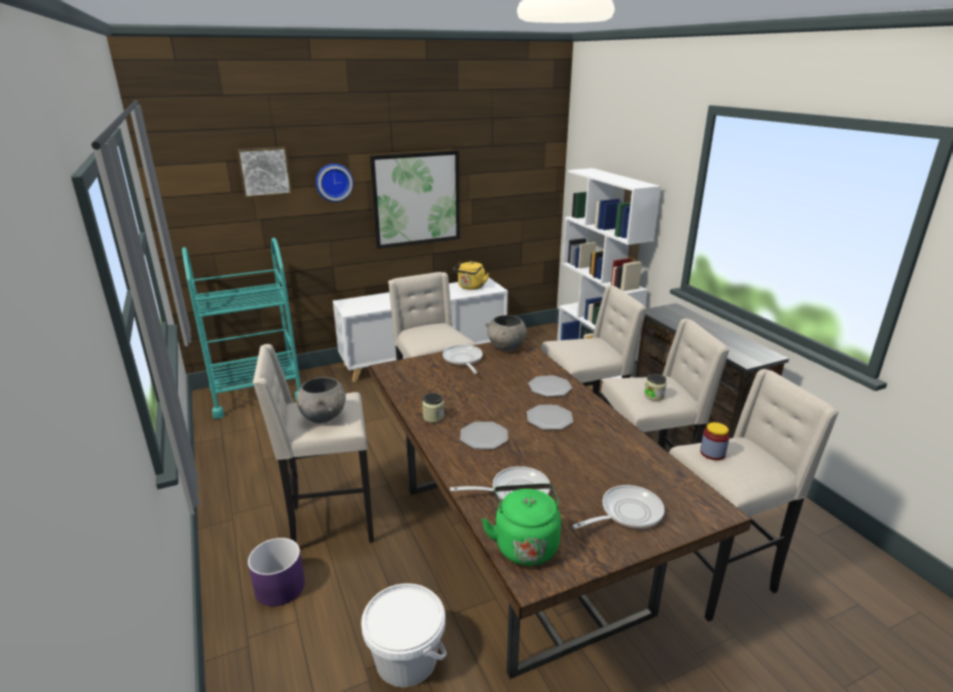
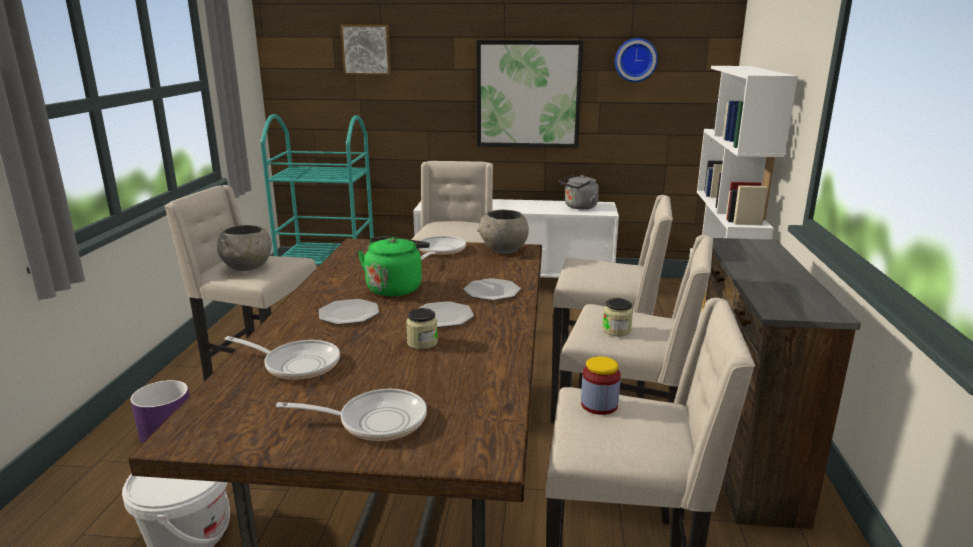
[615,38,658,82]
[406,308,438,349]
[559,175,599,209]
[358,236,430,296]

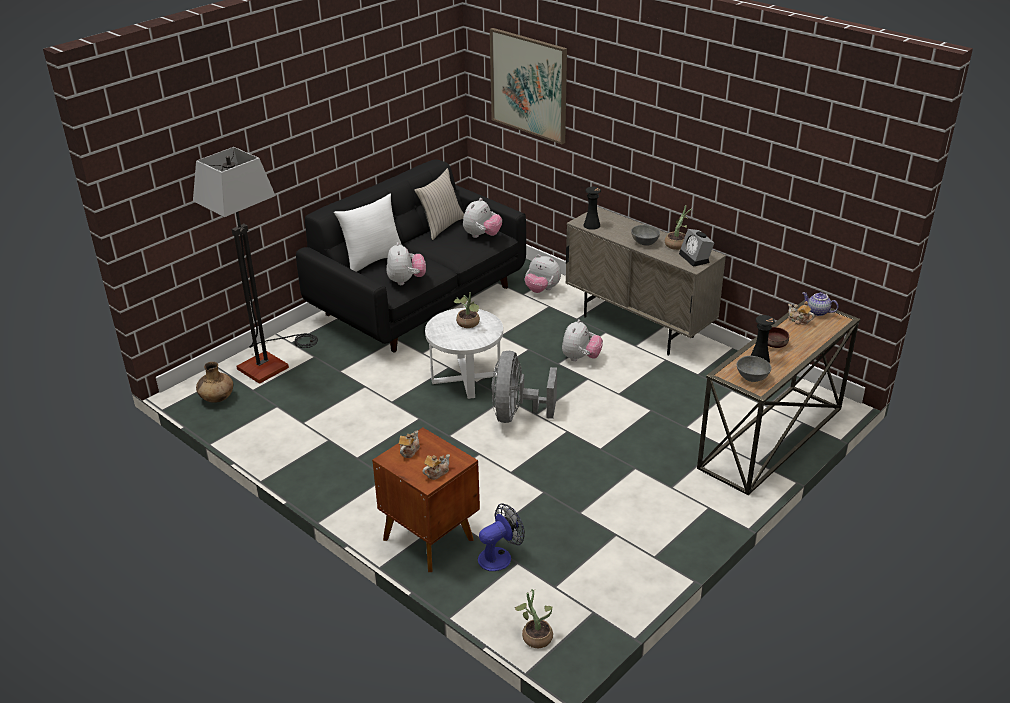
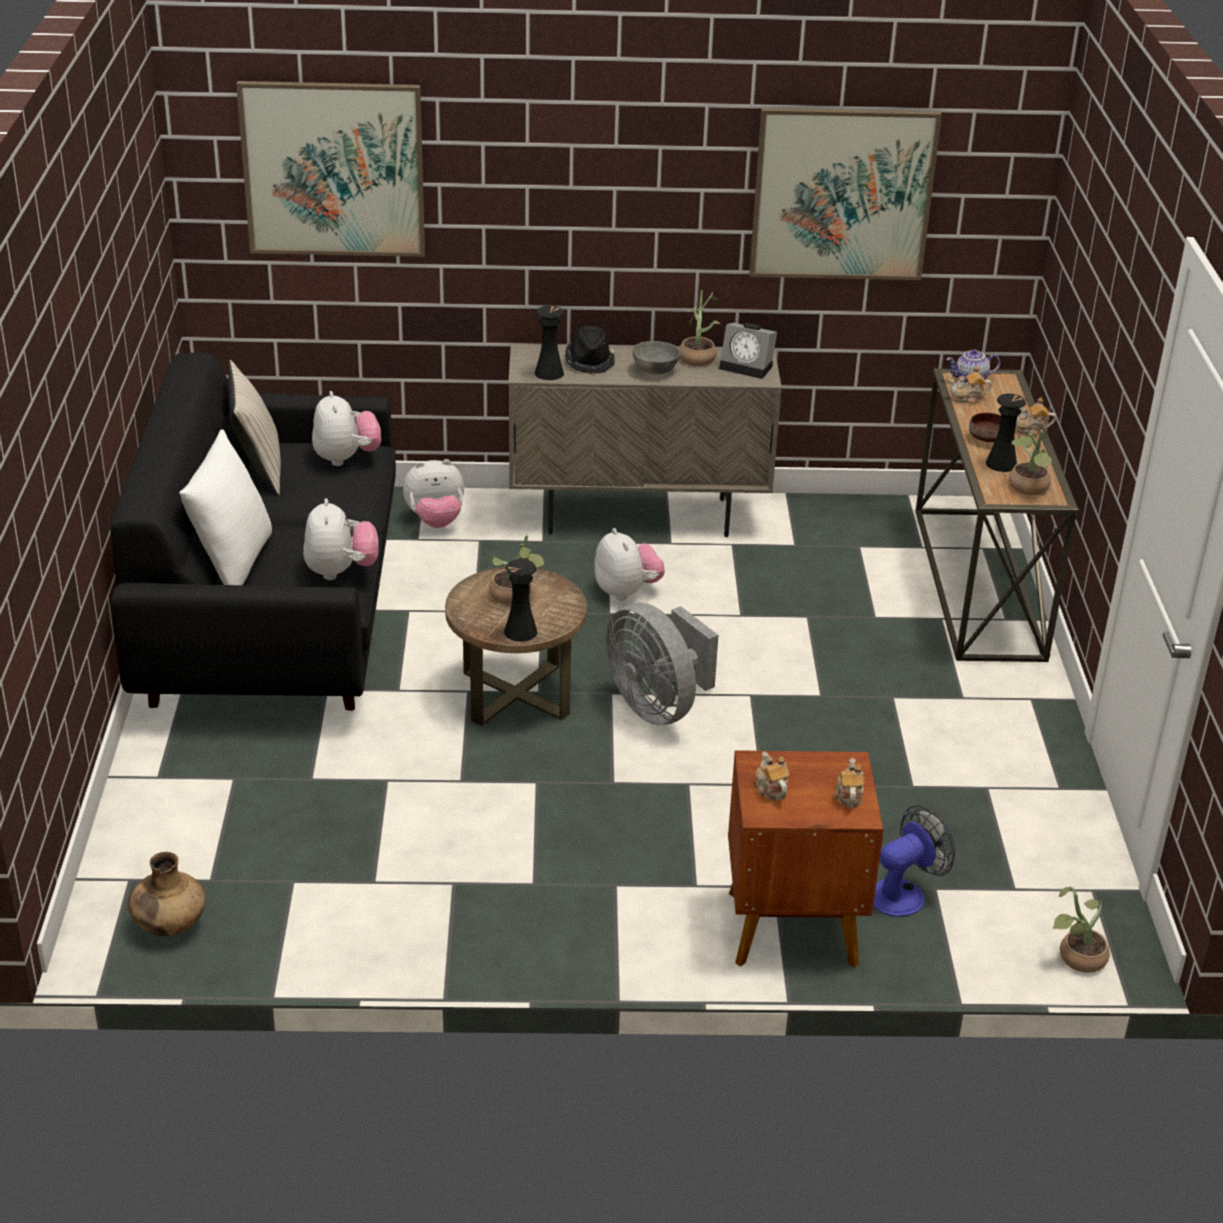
[193,147,318,384] (first image)
[303,498,379,580]
[445,567,587,726]
[873,805,955,917]
[1009,430,1052,495]
[504,559,537,642]
[565,326,615,374]
[749,108,942,280]
[1015,397,1056,436]

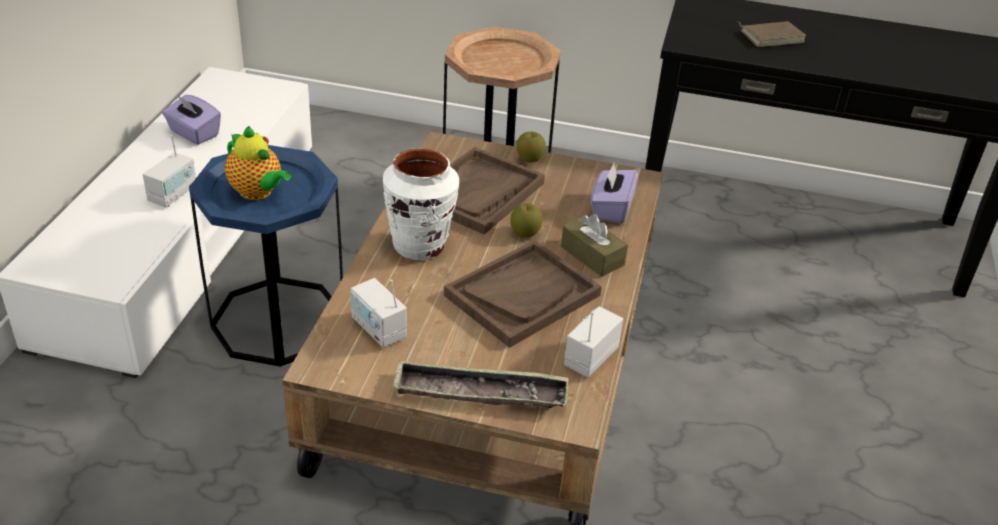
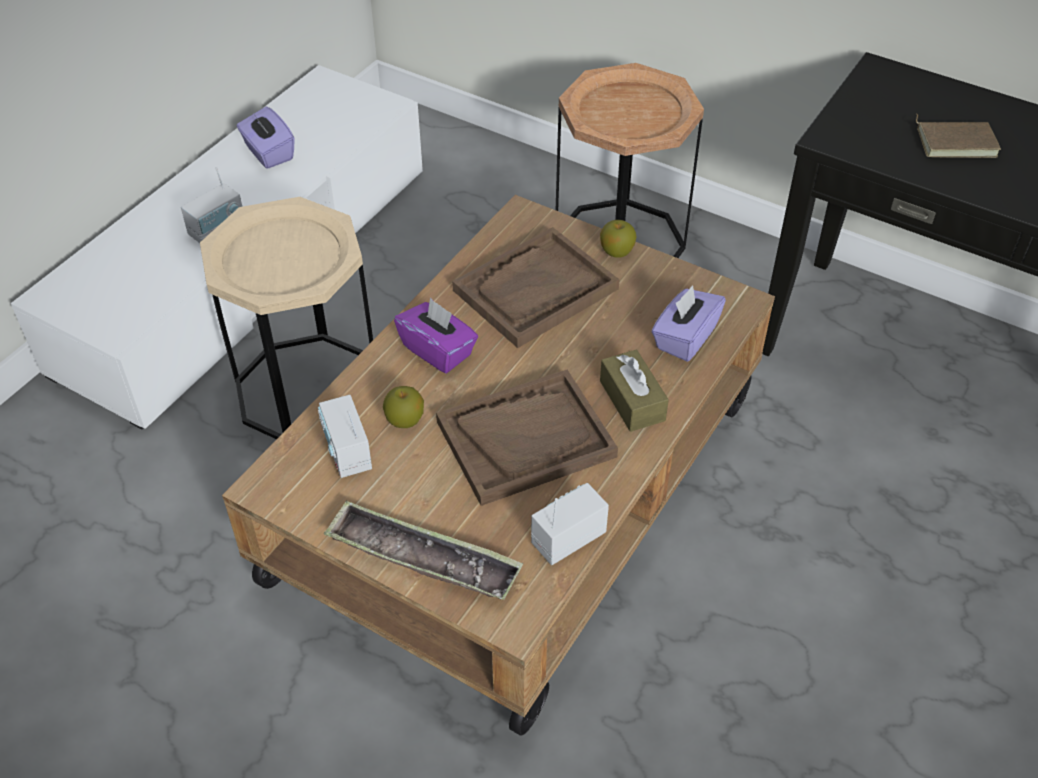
[200,197,373,439]
[225,126,291,200] (first image)
[394,298,478,373]
[383,386,424,428]

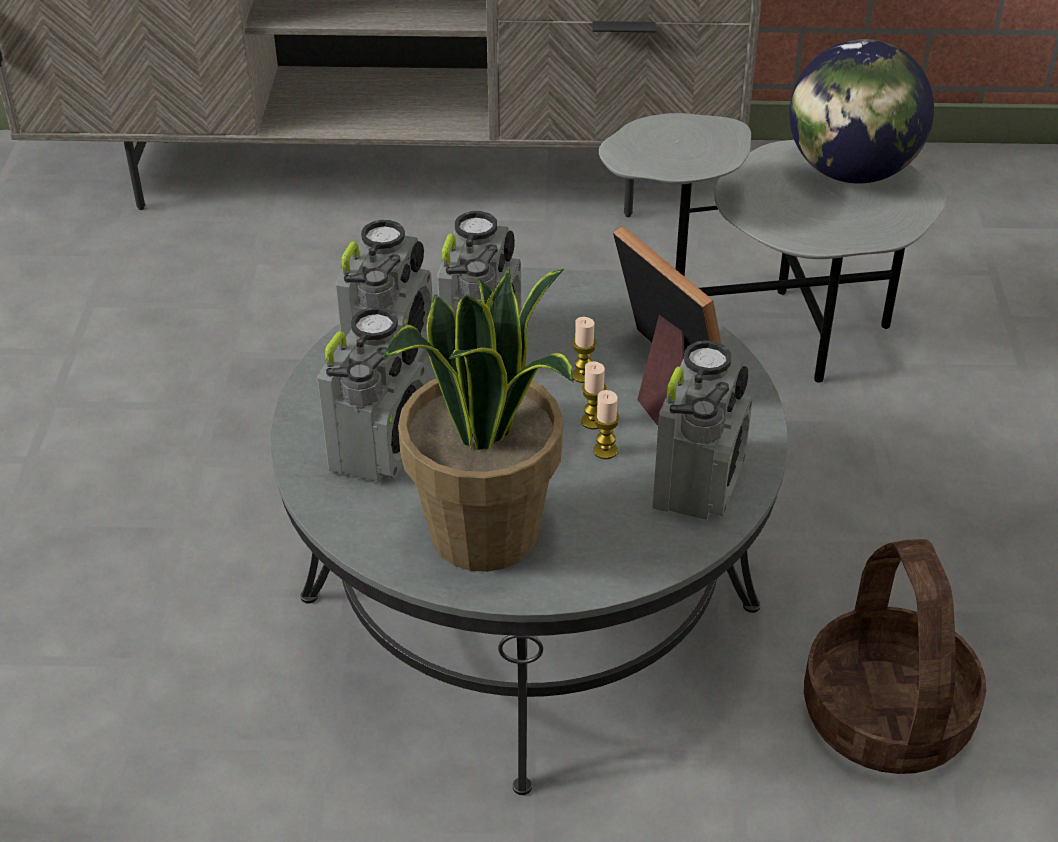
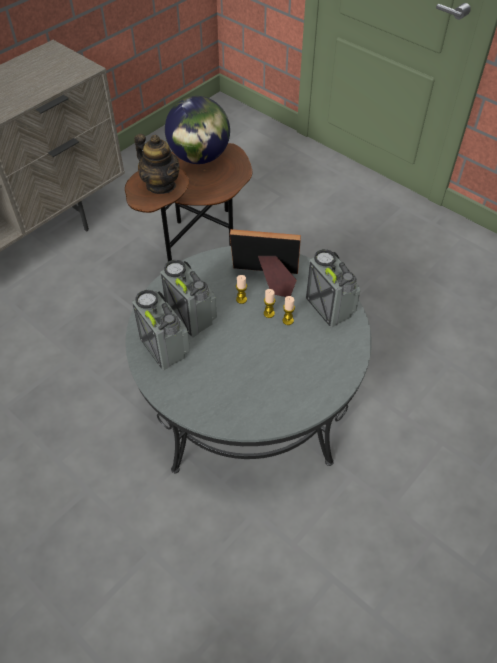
[317,307,427,482] (first image)
[383,267,574,572] (first image)
[125,143,252,261]
[804,539,986,774] (first image)
[134,134,180,194]

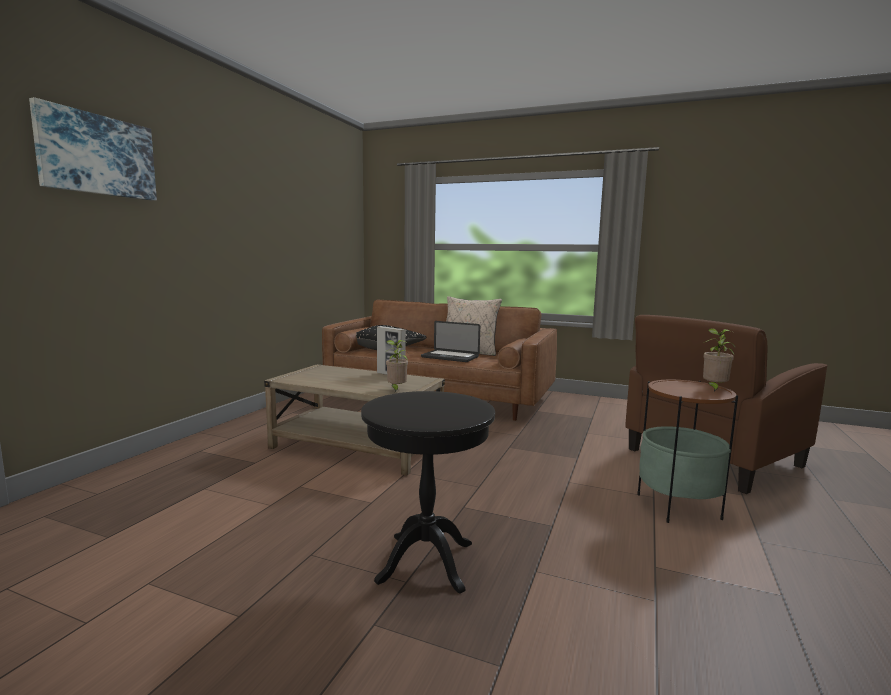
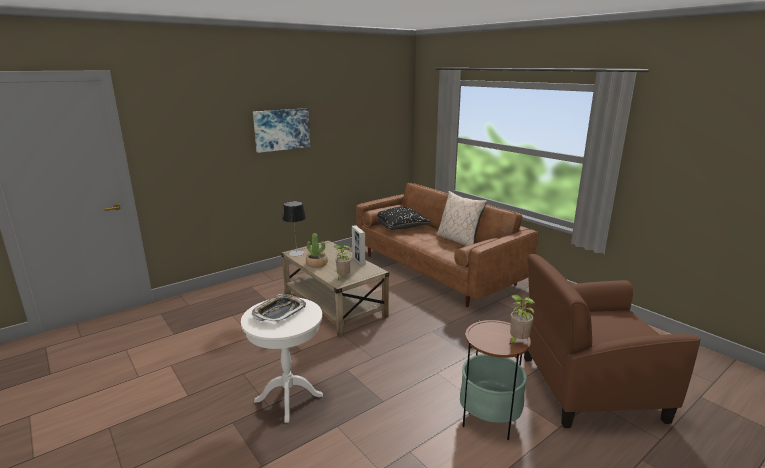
[253,108,310,153]
[241,298,323,423]
[421,321,480,362] (first image)
[252,294,306,323]
[282,201,306,256]
[306,233,328,268]

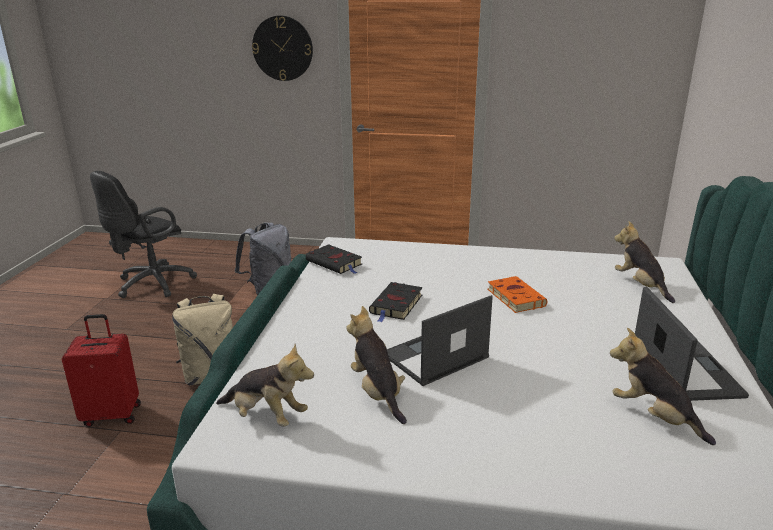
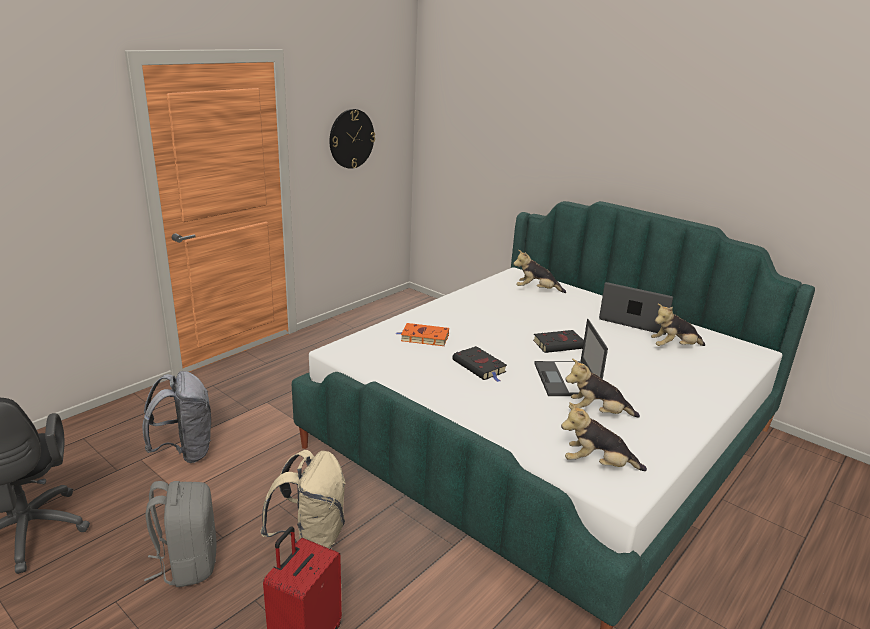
[561,402,647,471]
[330,109,375,169]
[533,330,584,353]
[396,323,449,346]
[144,481,217,587]

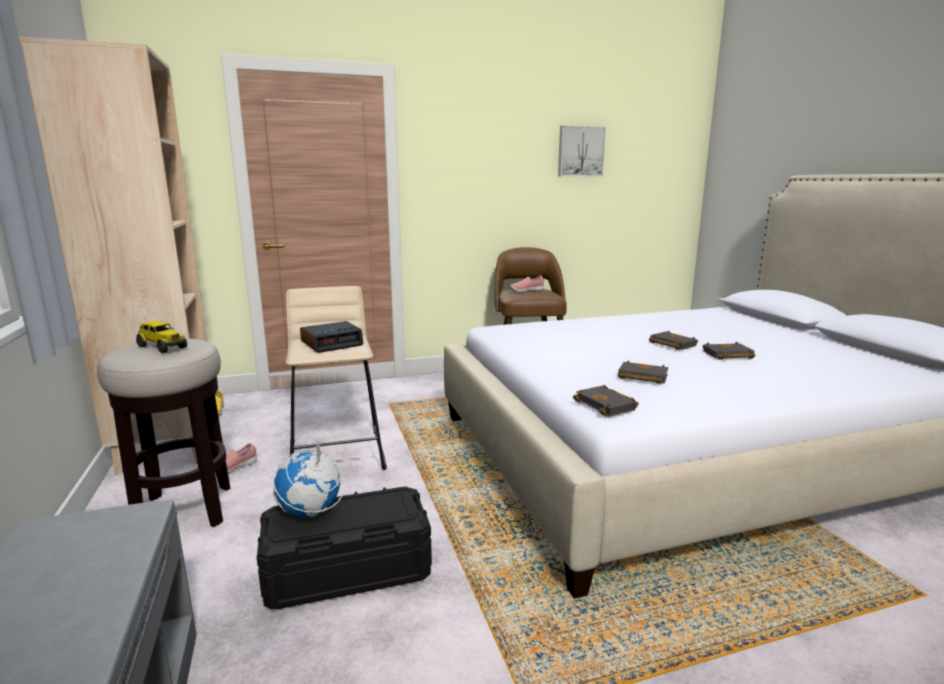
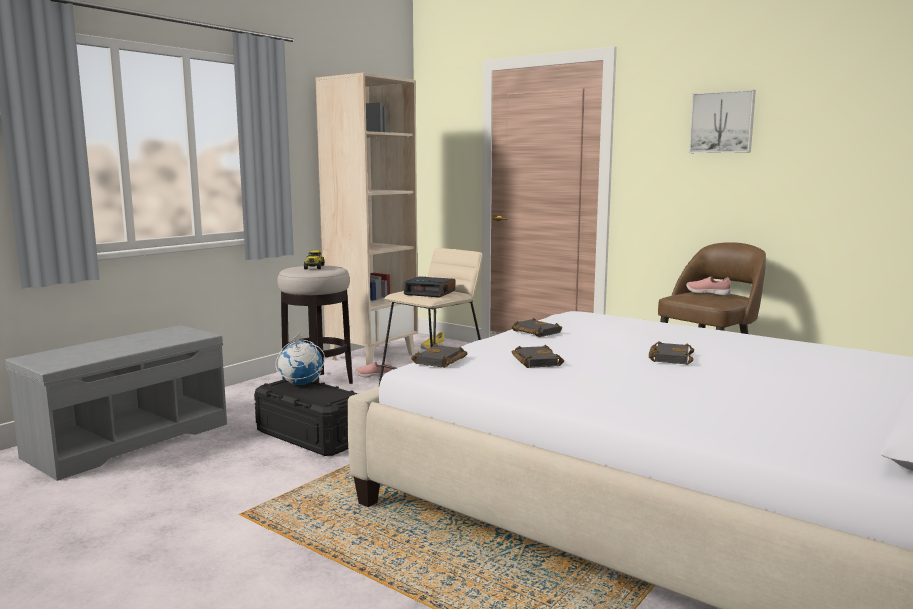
[689,90,756,153]
[511,318,562,337]

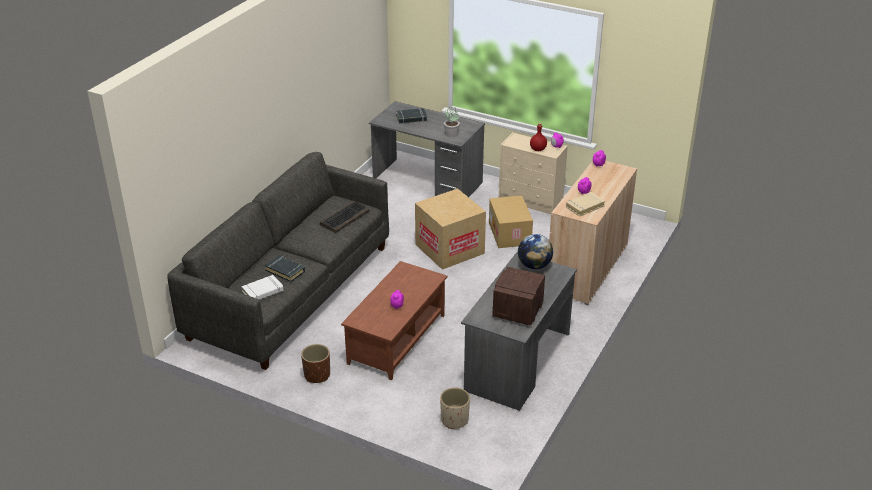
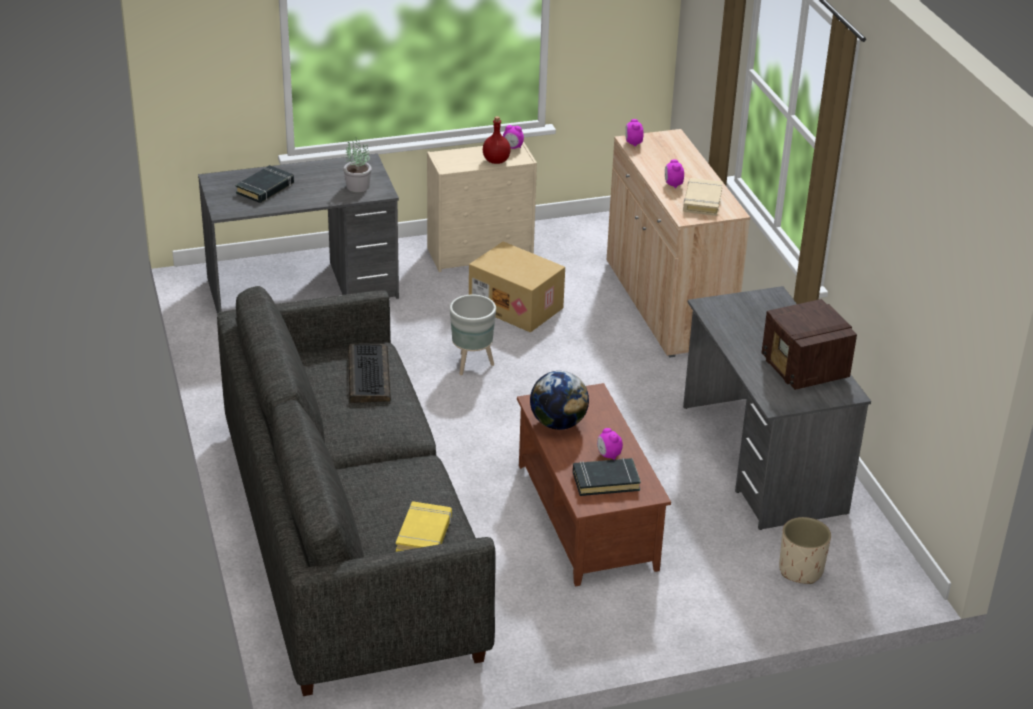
[396,501,452,552]
[573,458,641,496]
[301,344,330,383] (first image)
[450,295,496,375]
[530,371,589,430]

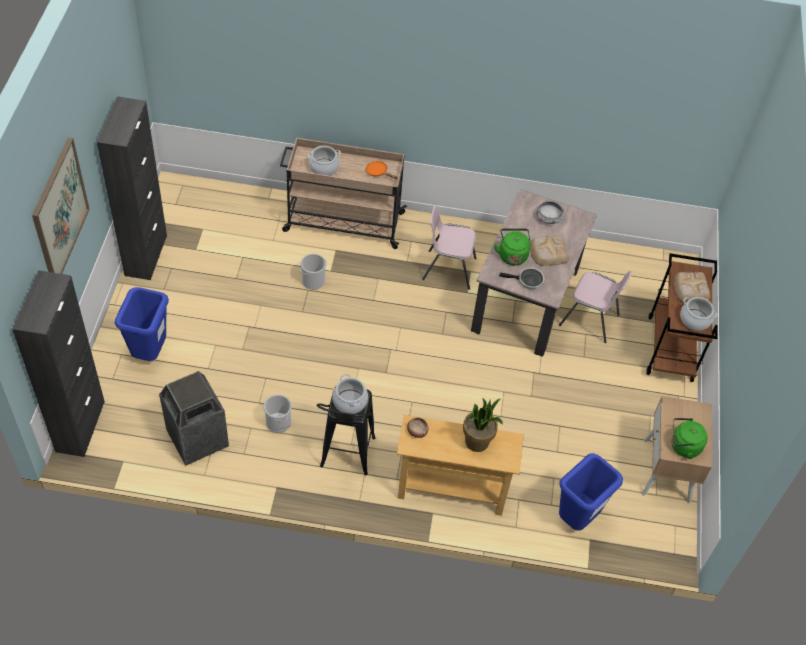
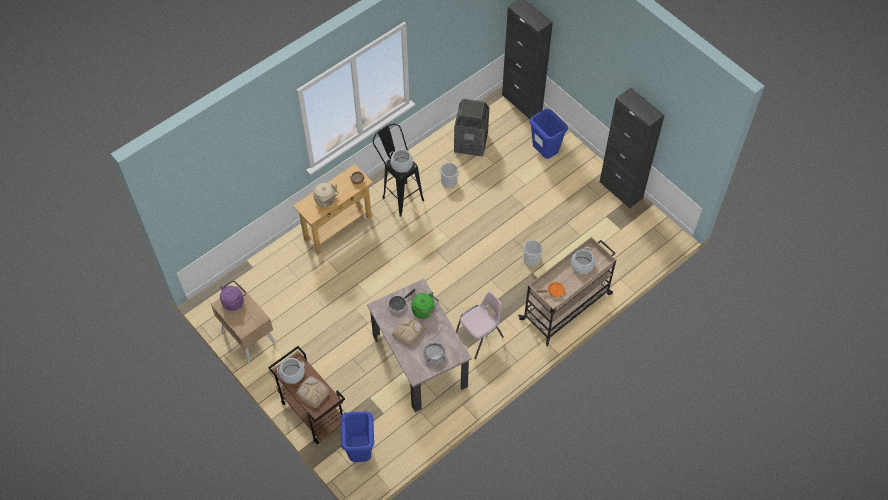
[32,137,89,274] (first image)
[313,183,338,207]
[559,271,633,343] (first image)
[341,411,374,462]
[220,281,246,311]

